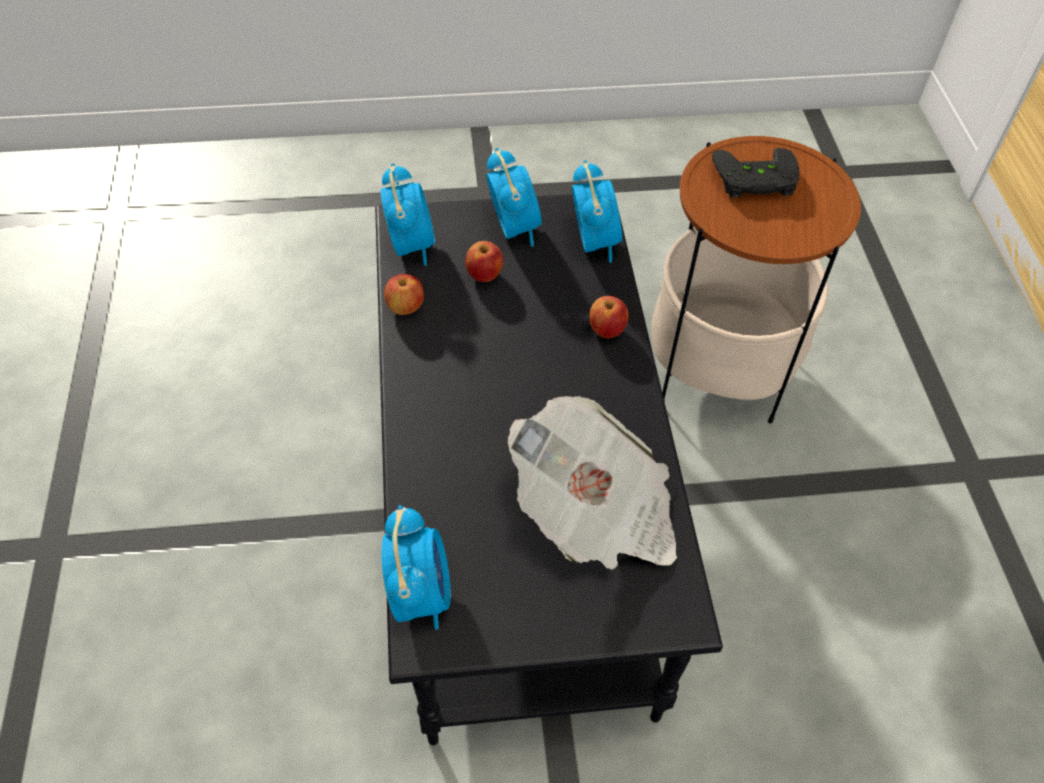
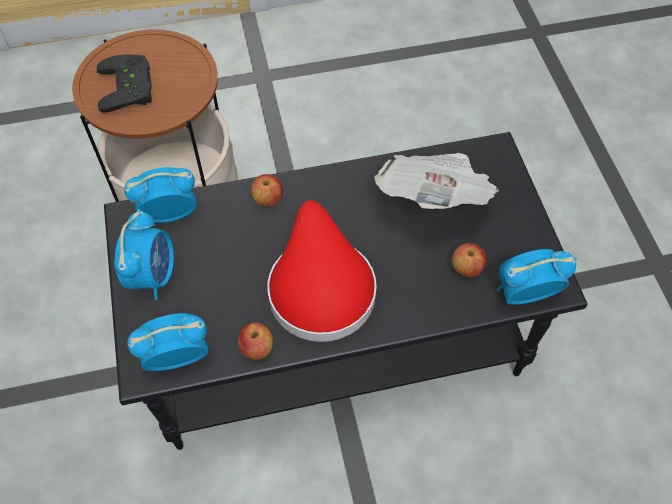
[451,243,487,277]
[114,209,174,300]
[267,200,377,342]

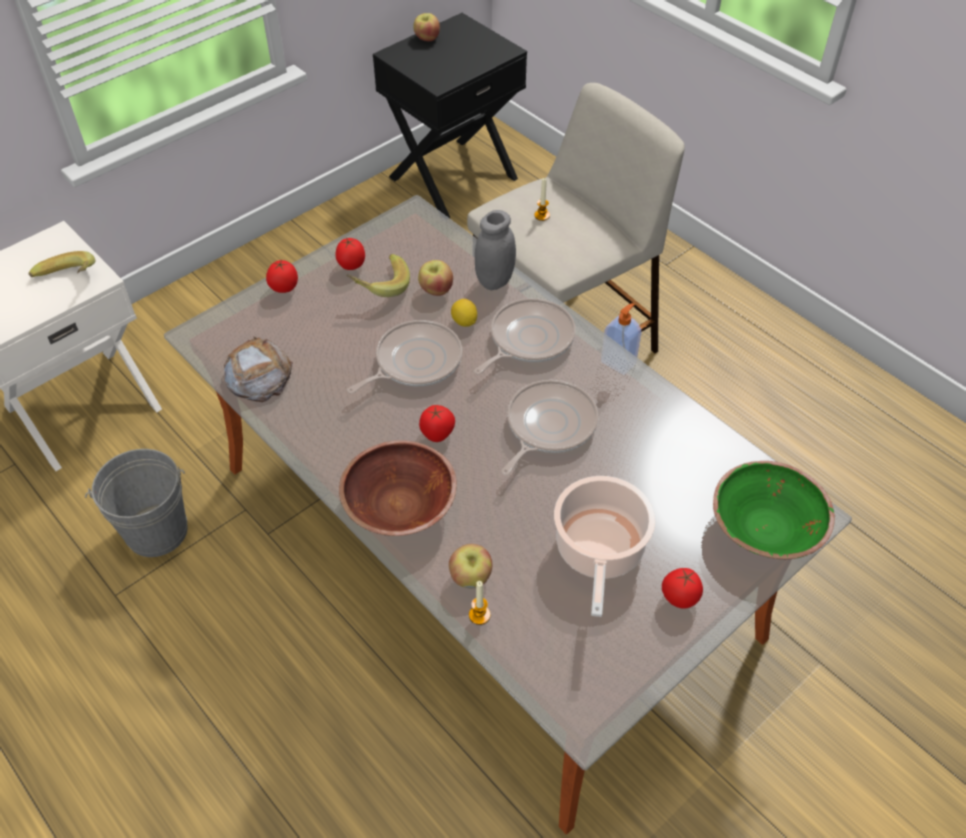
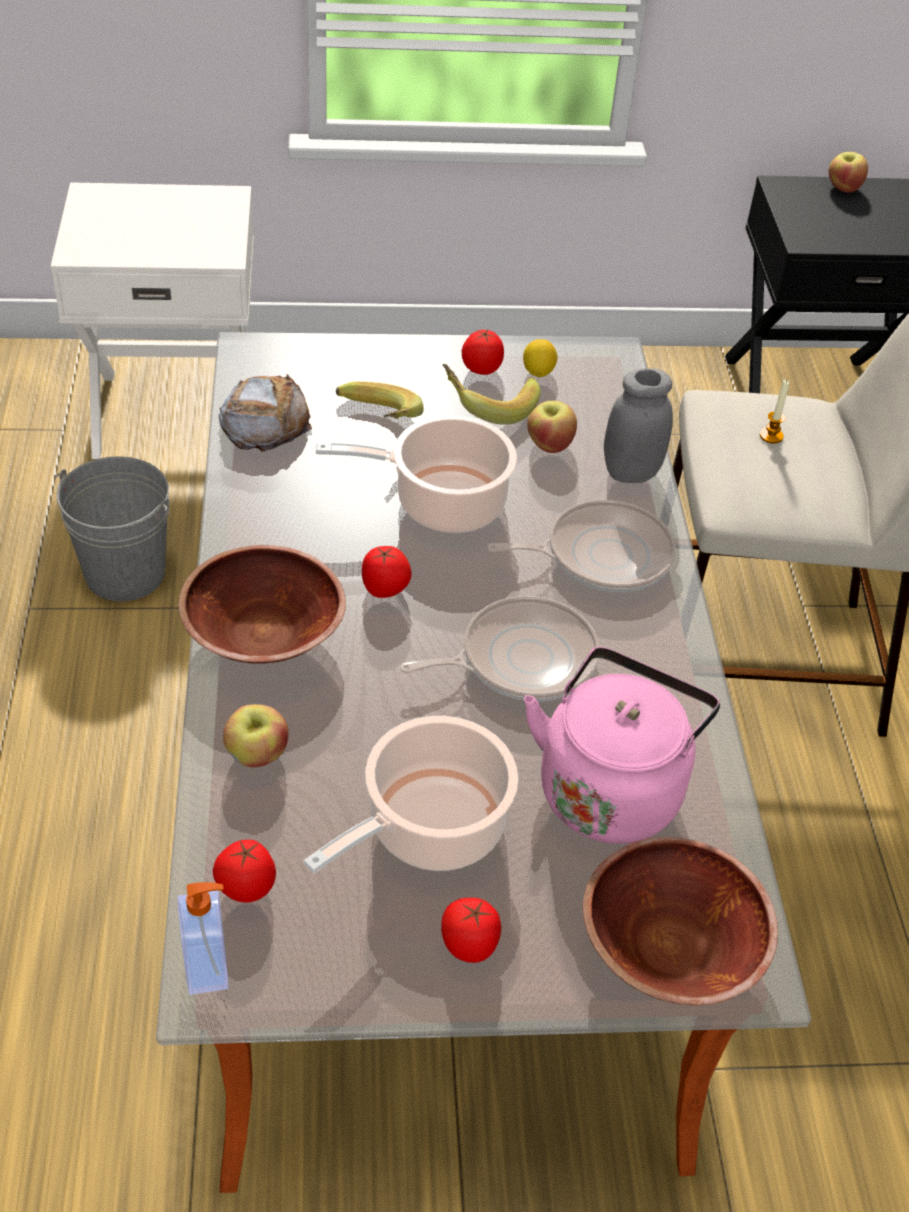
[336,381,424,419]
[213,840,276,903]
[315,415,517,533]
[523,339,557,377]
[469,581,491,625] (first image)
[178,882,229,995]
[583,837,778,1005]
[524,647,720,844]

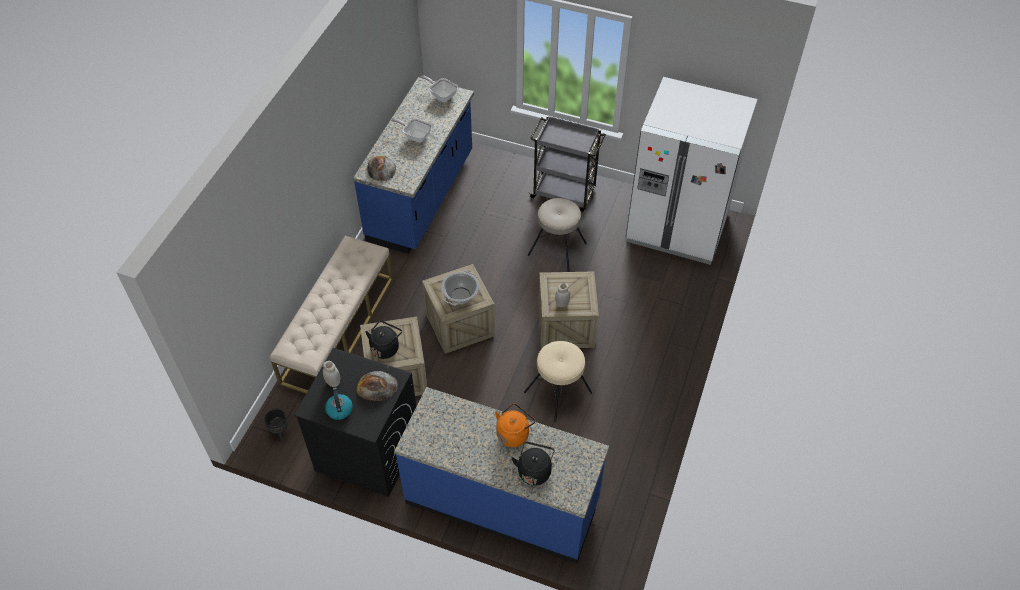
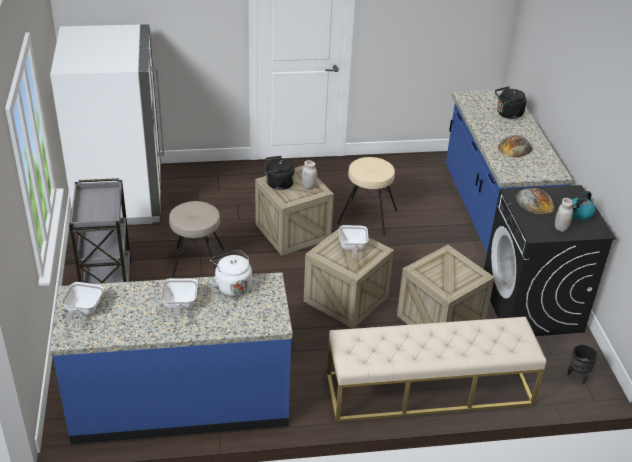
[264,156,295,190]
[498,135,533,158]
[339,225,369,259]
[495,403,536,447] (first image)
[209,250,252,297]

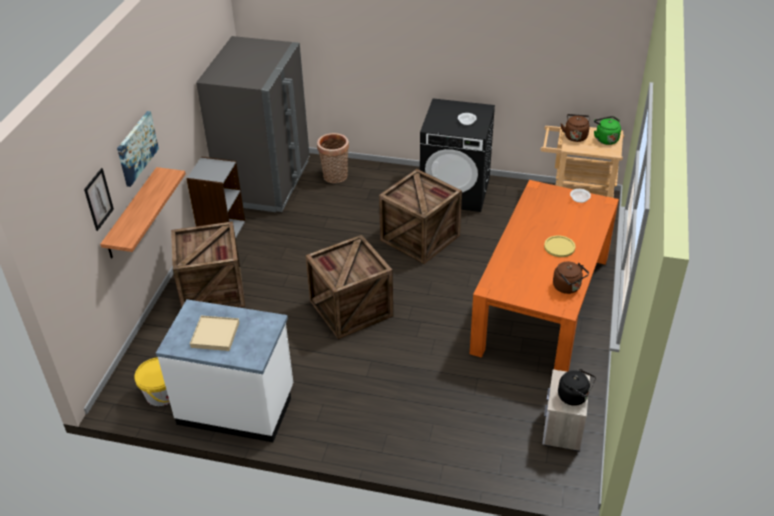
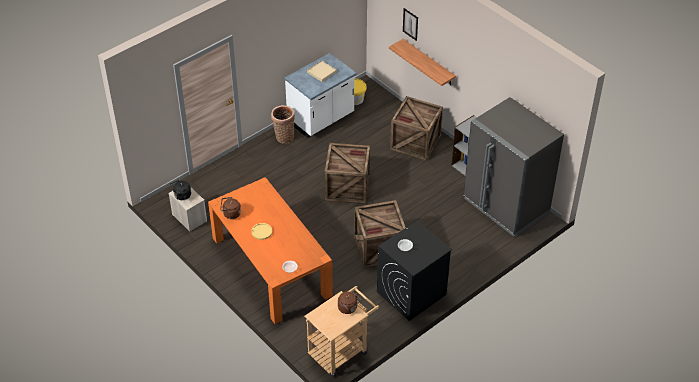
[117,111,159,187] (first image)
[271,105,295,144]
[594,116,621,145] (first image)

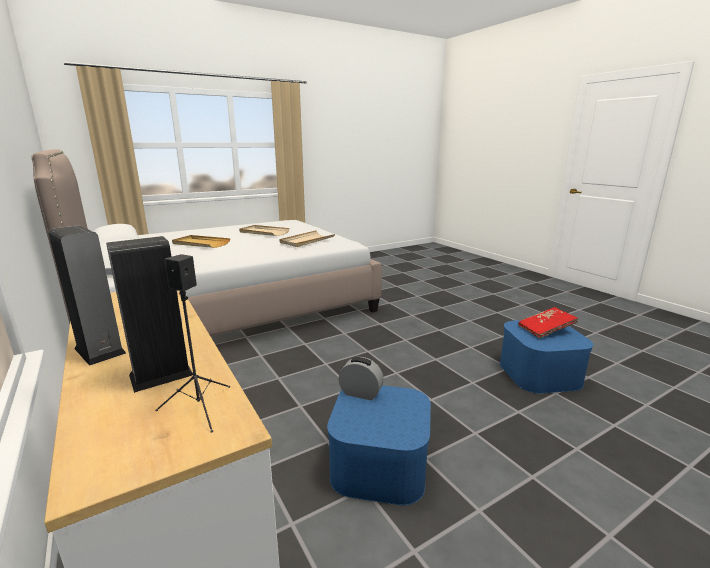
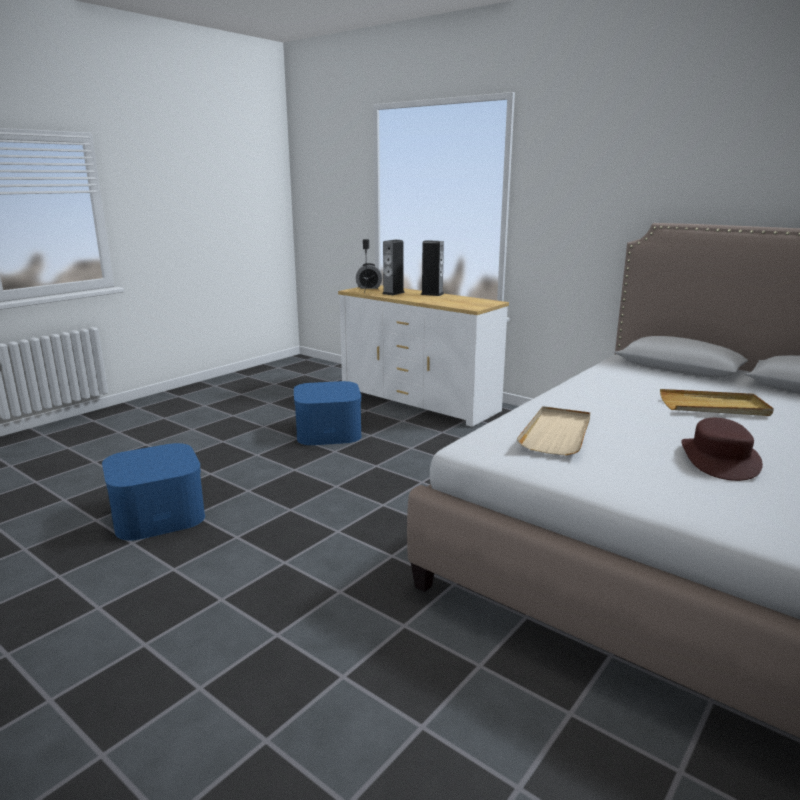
[681,418,763,481]
[356,263,382,289]
[518,307,579,338] (first image)

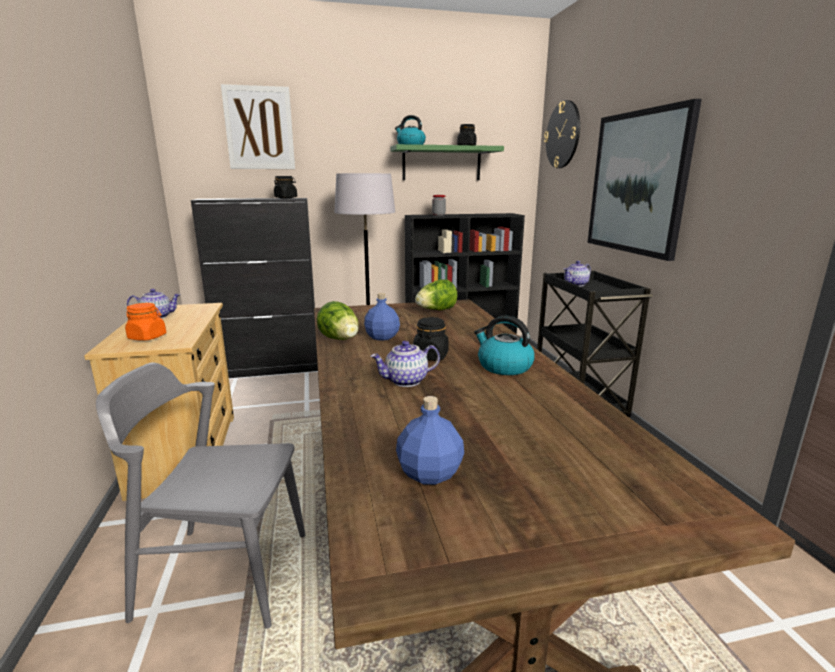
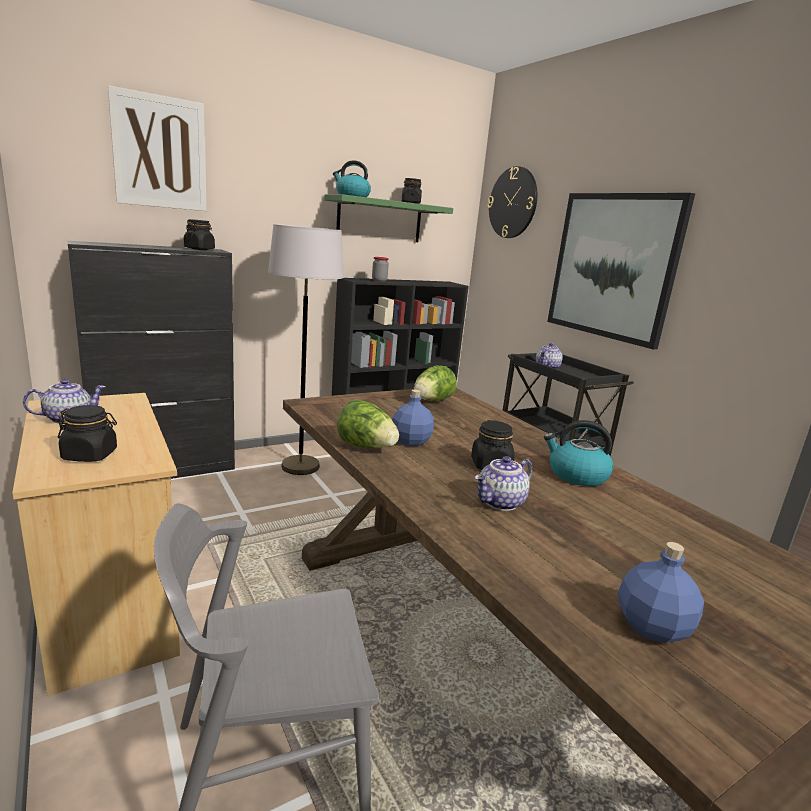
[58,405,117,462]

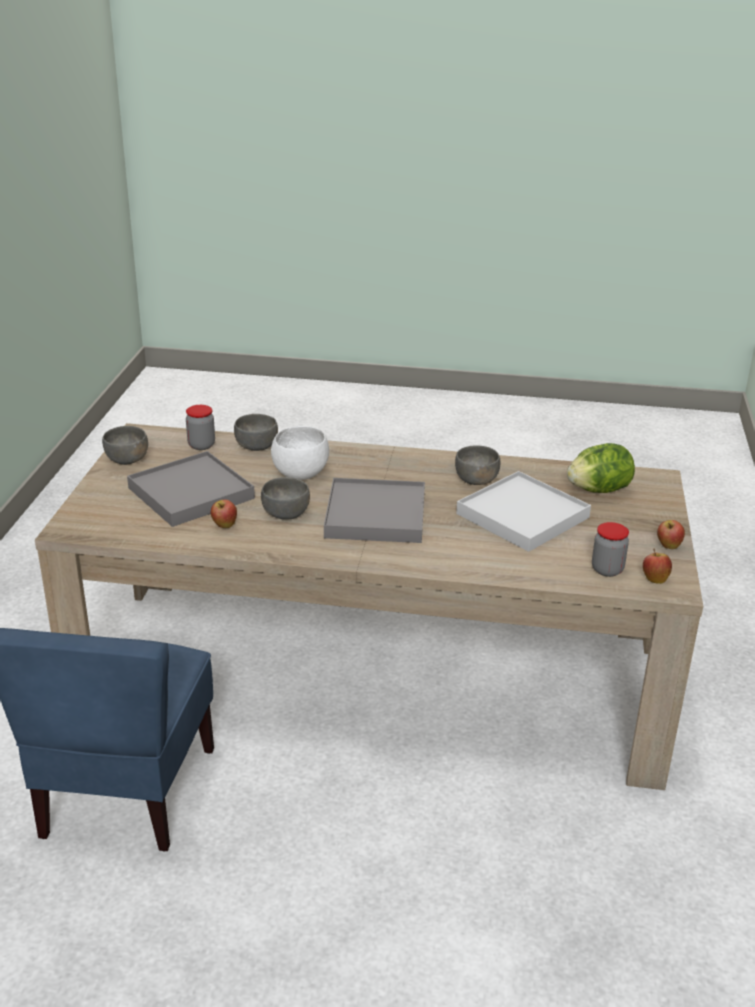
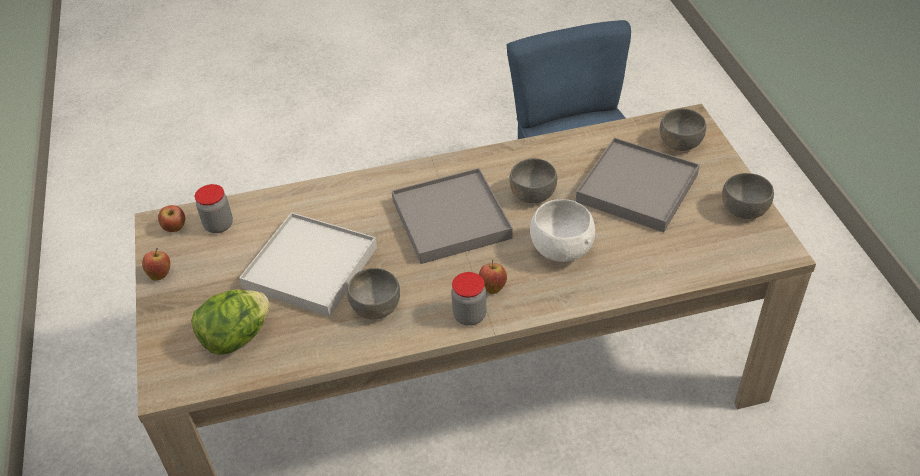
[451,272,486,326]
[479,260,507,294]
[660,109,706,151]

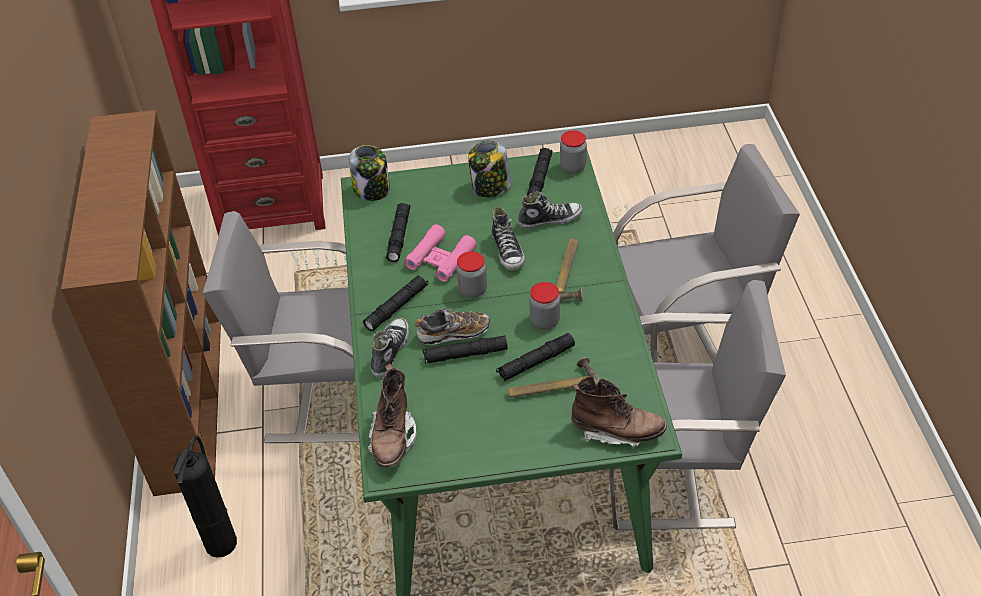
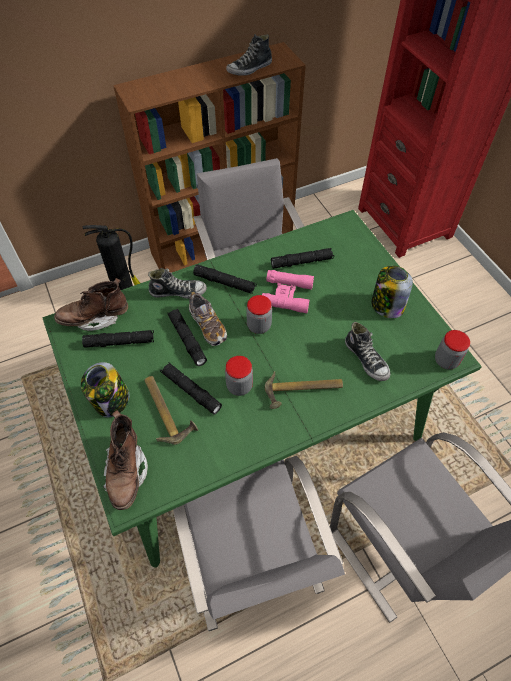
[81,362,129,417]
[226,34,272,76]
[82,330,154,348]

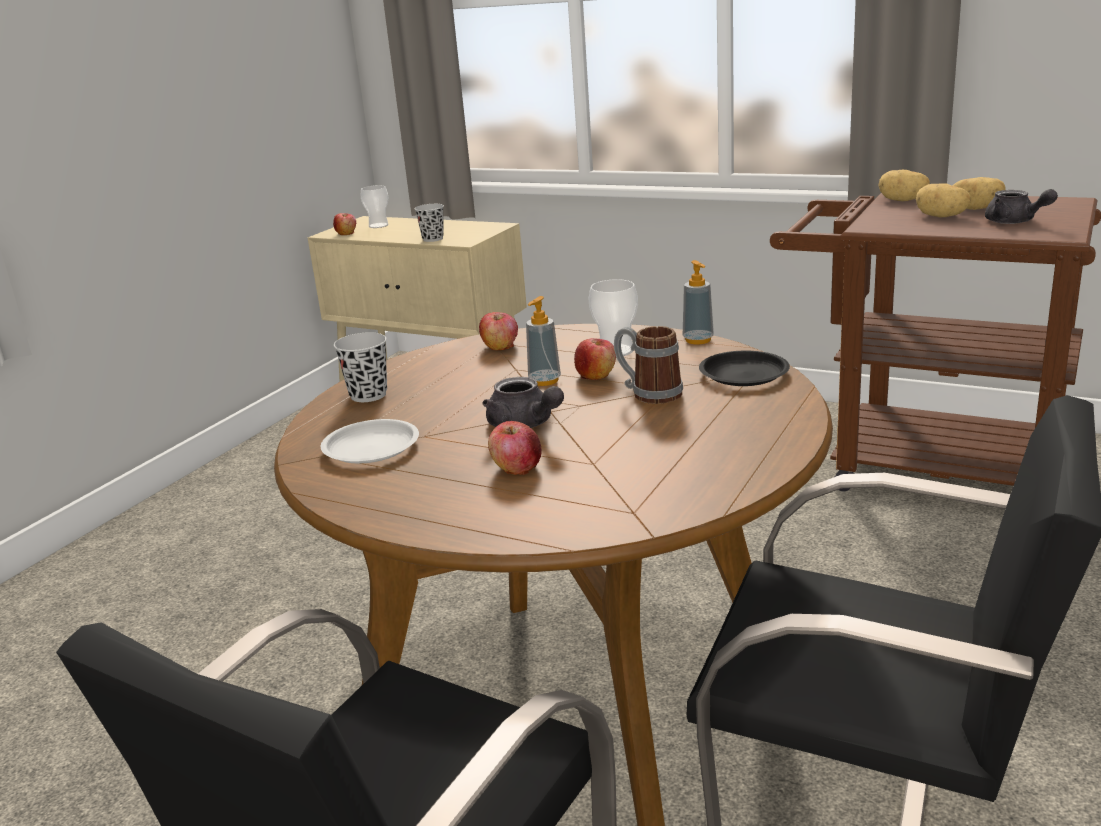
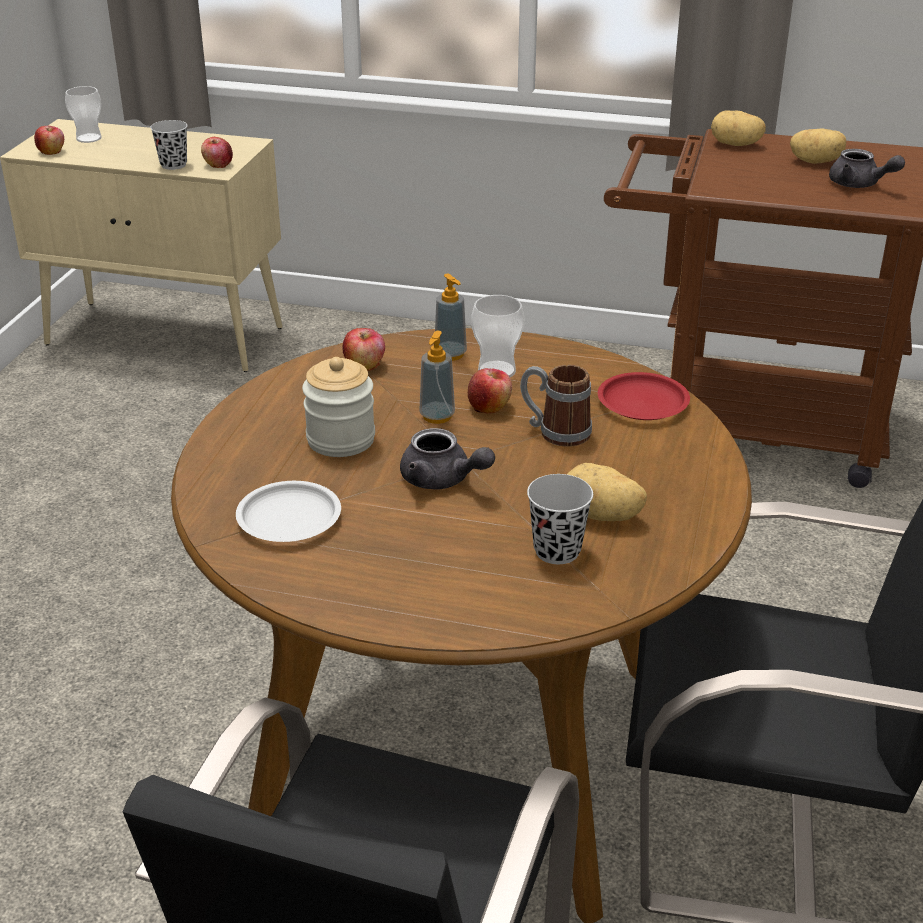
[527,474,593,564]
[201,137,233,168]
[435,274,467,361]
[598,372,690,420]
[567,463,647,521]
[302,357,375,457]

